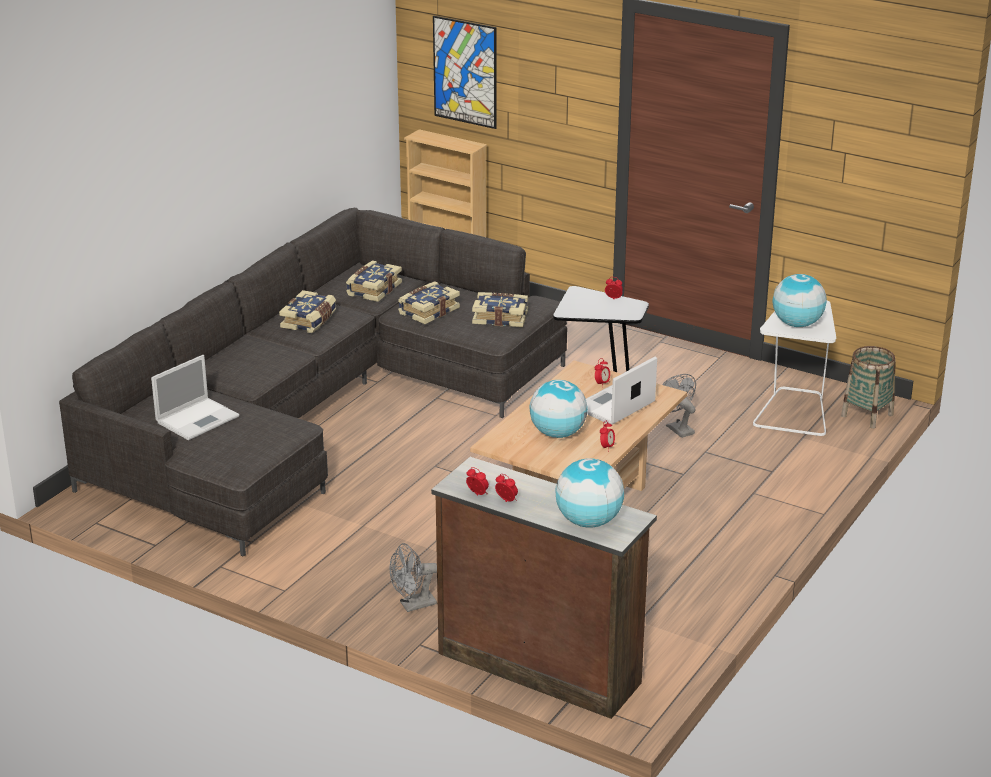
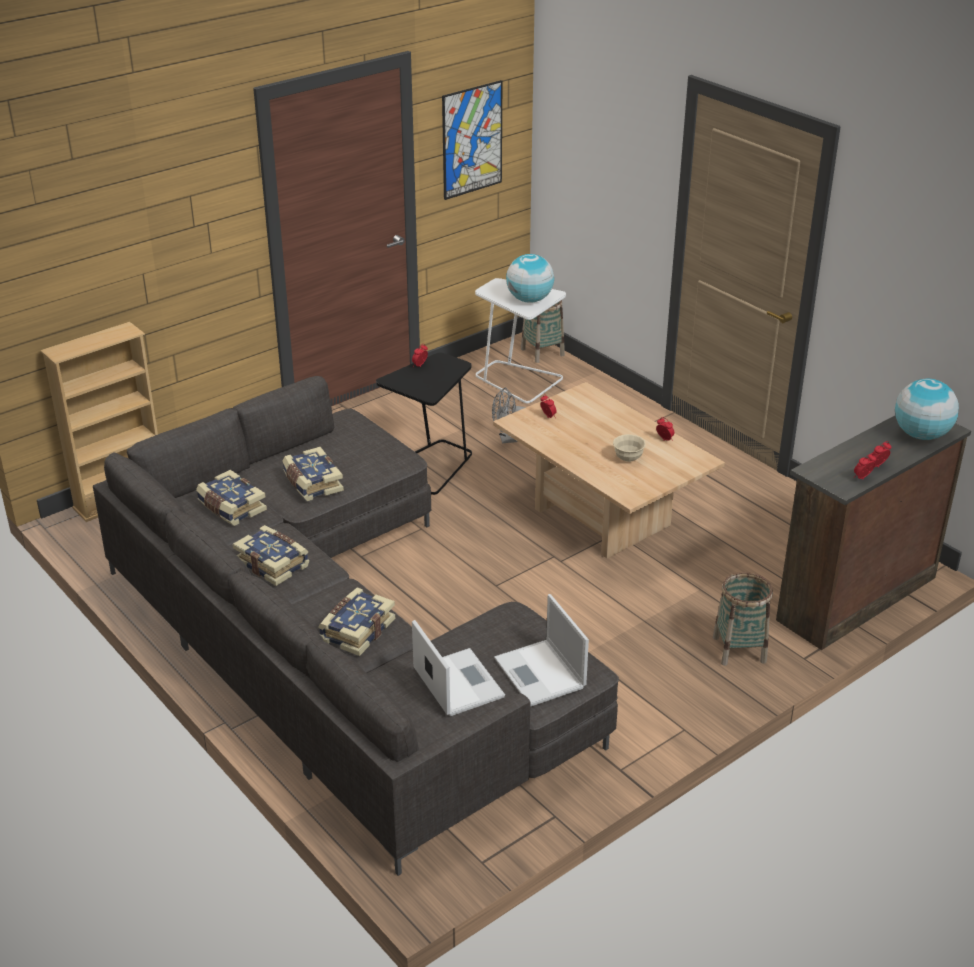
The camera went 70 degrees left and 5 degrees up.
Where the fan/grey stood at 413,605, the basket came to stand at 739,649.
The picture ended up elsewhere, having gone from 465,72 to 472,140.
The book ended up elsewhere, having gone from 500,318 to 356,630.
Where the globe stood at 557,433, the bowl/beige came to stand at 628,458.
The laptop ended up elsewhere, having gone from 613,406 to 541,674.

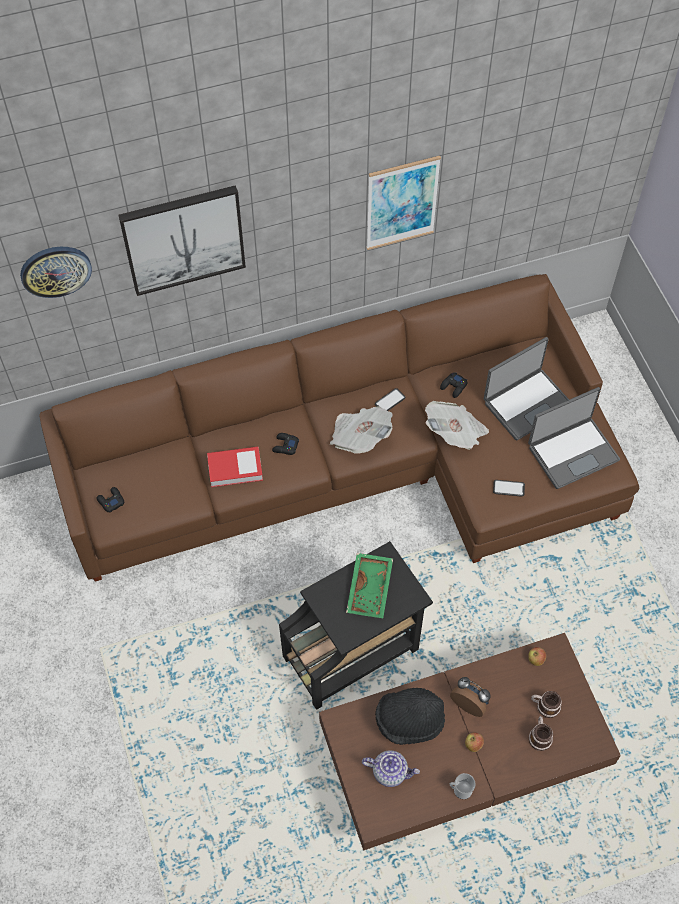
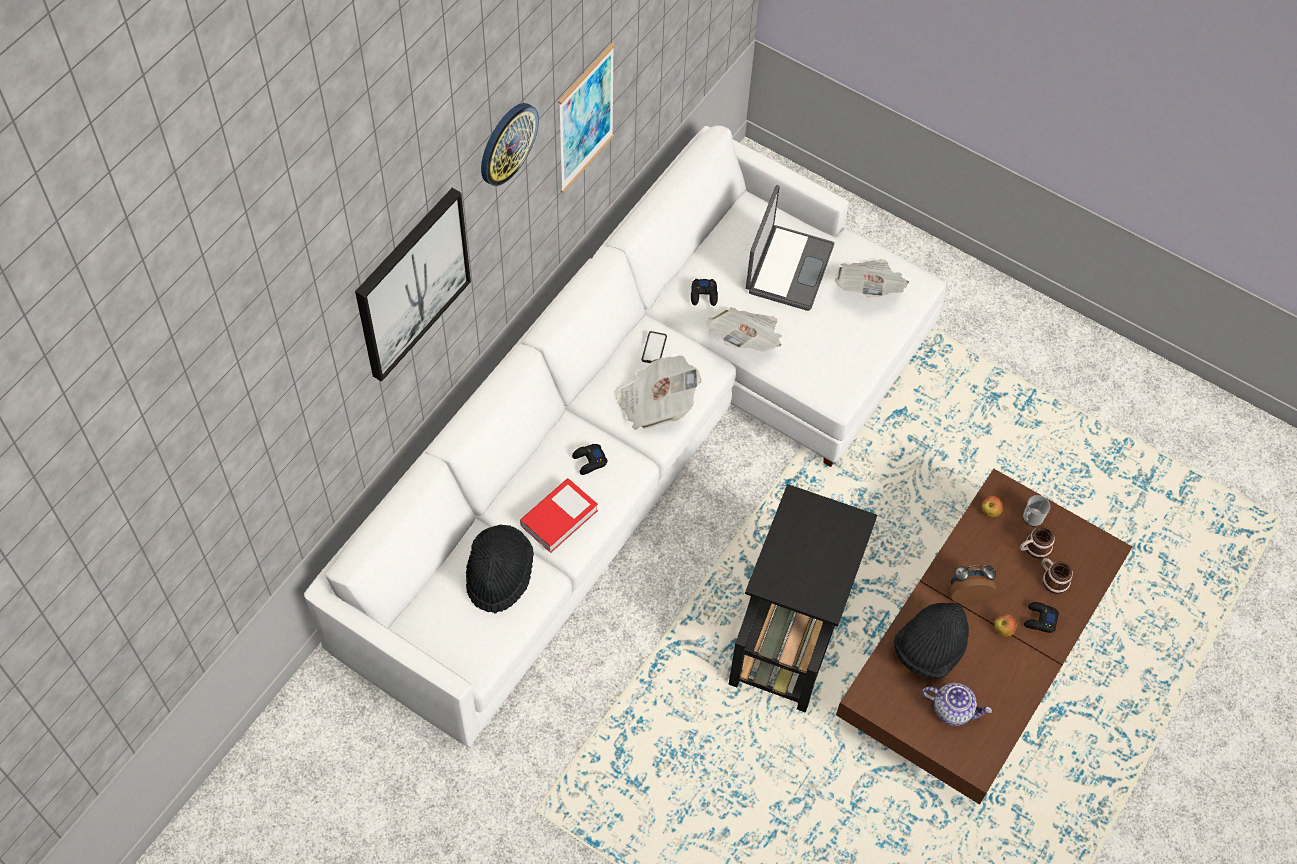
The camera went 40 degrees left and 0 degrees up.
The wall clock ended up elsewhere, having gone from 55,270 to 507,143.
What was the sofa/brown at 359,464 turned into the sofa/white at 638,442.
The game controller/black ended up elsewhere, having gone from 110,501 to 1040,620.
The second view lost the tray/green at 371,589.
The teapot at 390,772 ended up facing another way, 45 degrees clockwise from before.
The mug ended up elsewhere, having gone from 460,790 to 1031,519.
The second view lost the phone at 508,488.
Where the laptop stood at 572,452, the newspaper came to stand at 868,289.
The second view gained the hat/black at 499,575.

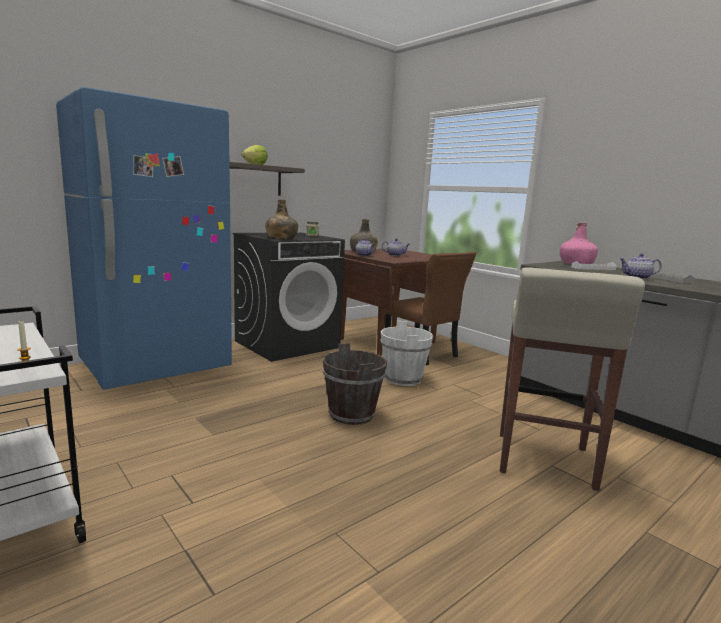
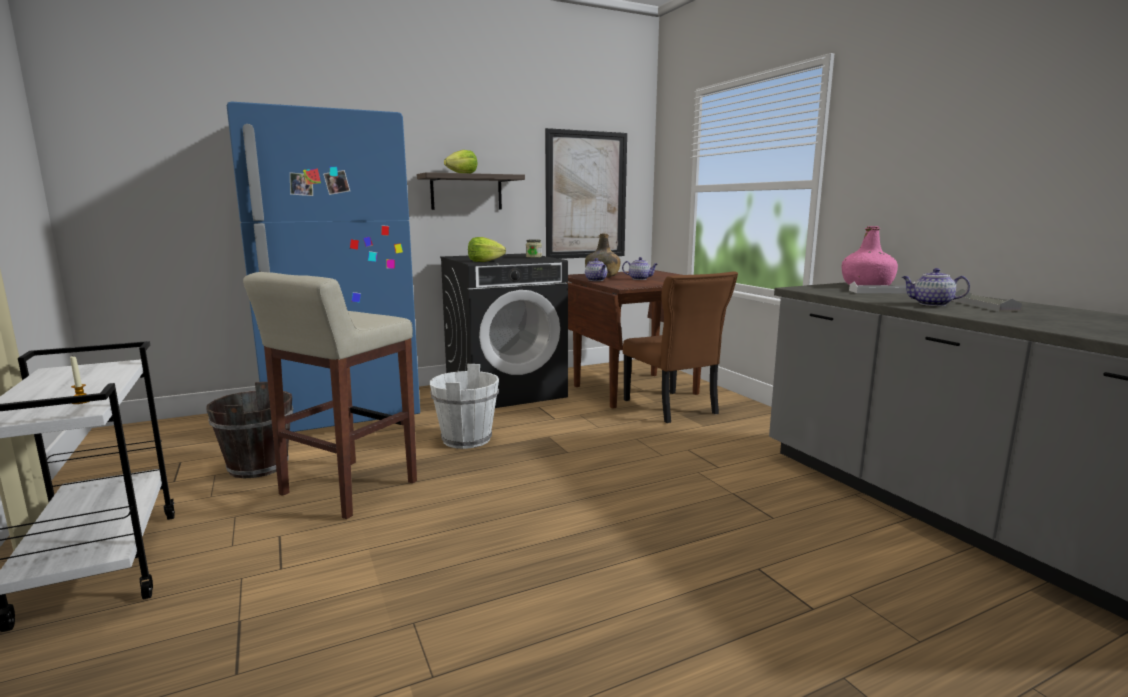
The camera went 15 degrees right and 0 degrees up.
Where the bottle/green stood at 281,238, the lettuce came to stand at 484,261.
The bucket/brown ended up elsewhere, having gone from 352,414 to 259,467.
The bucket/white ended up elsewhere, having gone from 403,379 to 467,439.
The stool/beige ended up elsewhere, having gone from 544,461 to 347,489.
The second view gained the picture at 586,195.

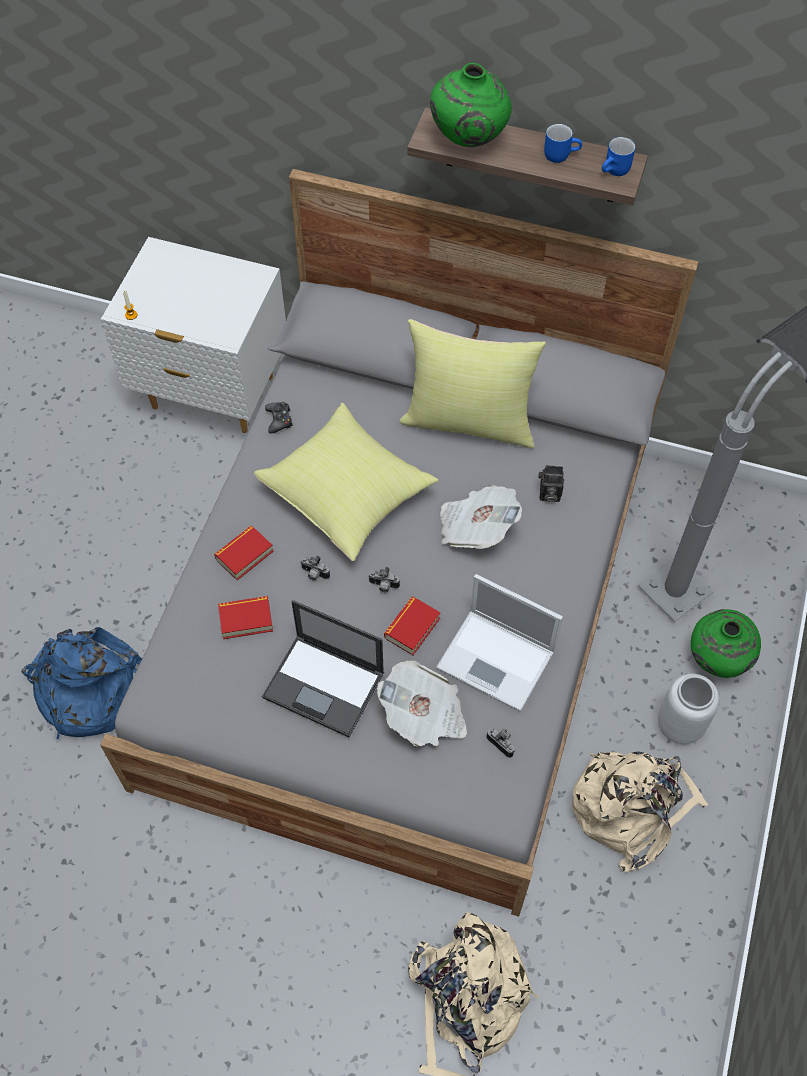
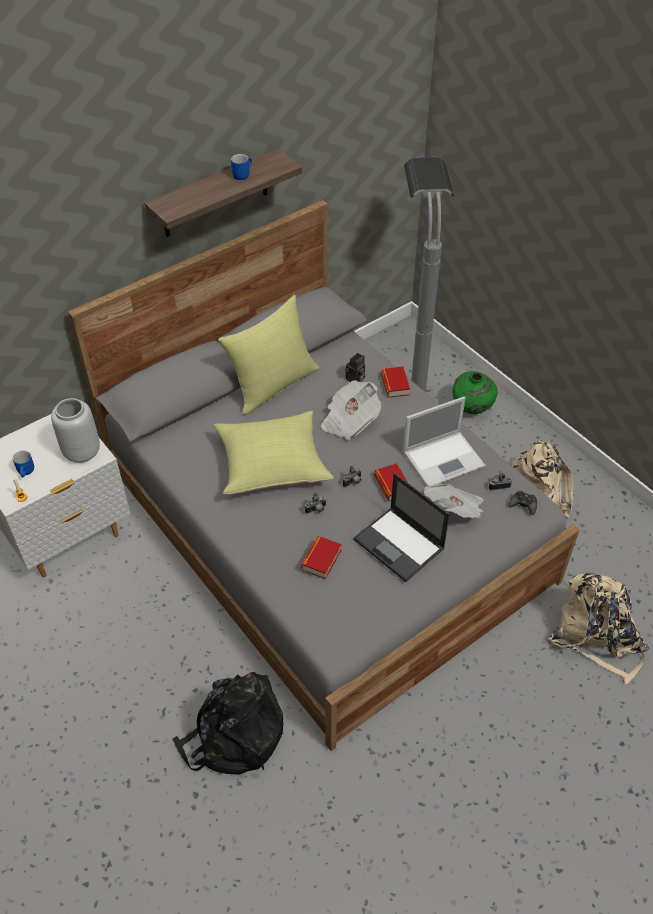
The camera went 55 degrees left and 10 degrees down.
What was the backpack/blue at 86,690 turned into the backpack/black at 234,737.
The book ended up elsewhere, having gone from 244,555 to 395,385.
The laptop at 325,685 ended up facing another way, 75 degrees clockwise from before.
The game controller/black ended up elsewhere, having gone from 279,420 to 523,505.
The second view lost the vase/green at 468,140.
The mug/blue ended up elsewhere, having gone from 616,171 to 27,472.
The vase/grey ended up elsewhere, having gone from 679,724 to 81,452.

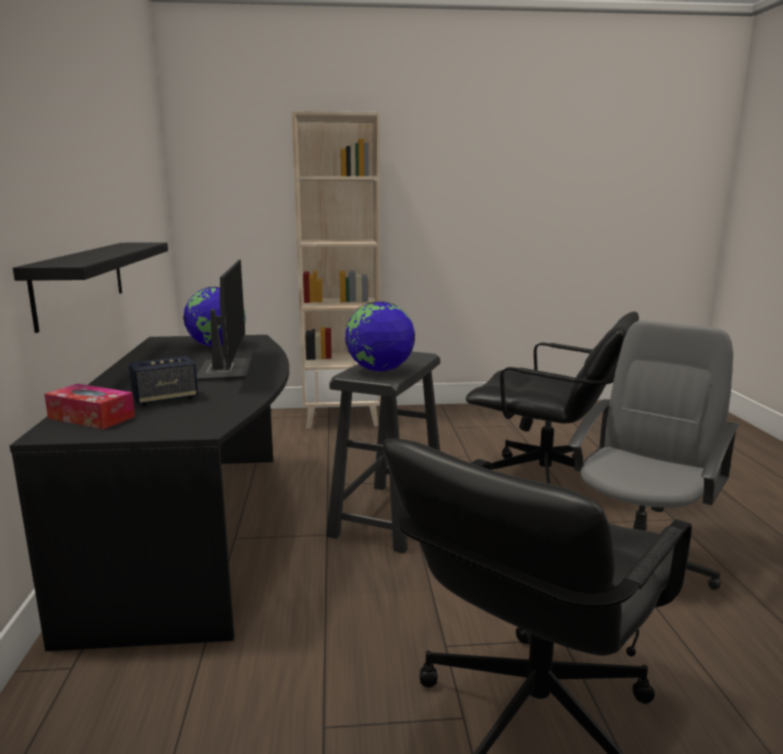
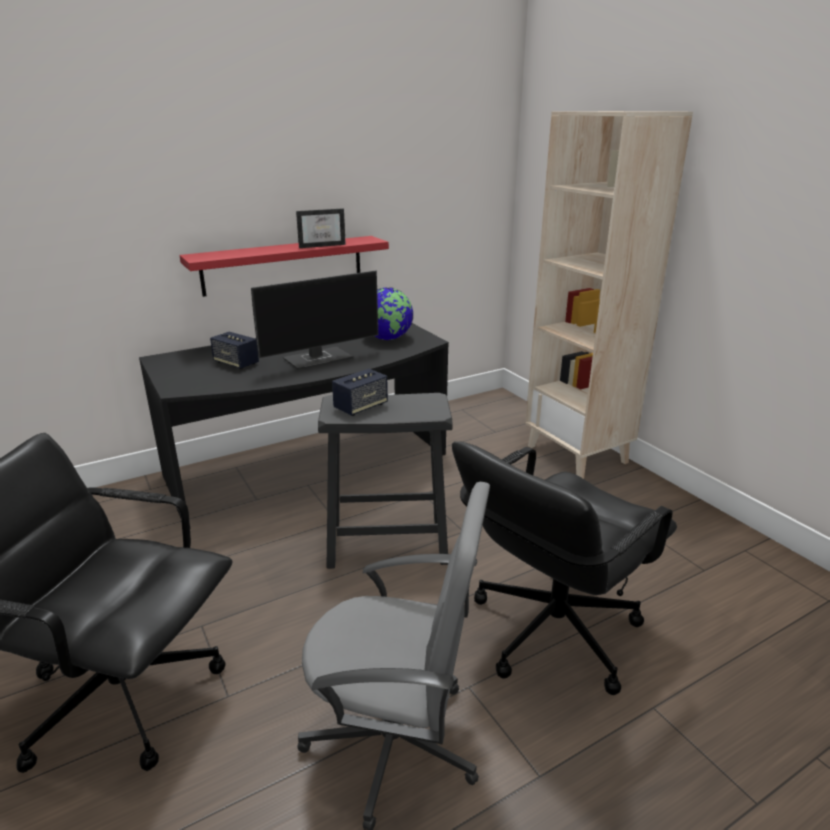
The camera went 65 degrees right and 10 degrees up.
What was the shelf/black at 81,281 turned into the shelf/red at 284,265.
The second view lost the tissue box at 91,417.
Where the globe stood at 379,370, the speaker came to stand at 361,407.
The office chair/black at 546,481 ended up facing another way, 45 degrees clockwise from before.
The second view gained the picture frame at 322,245.

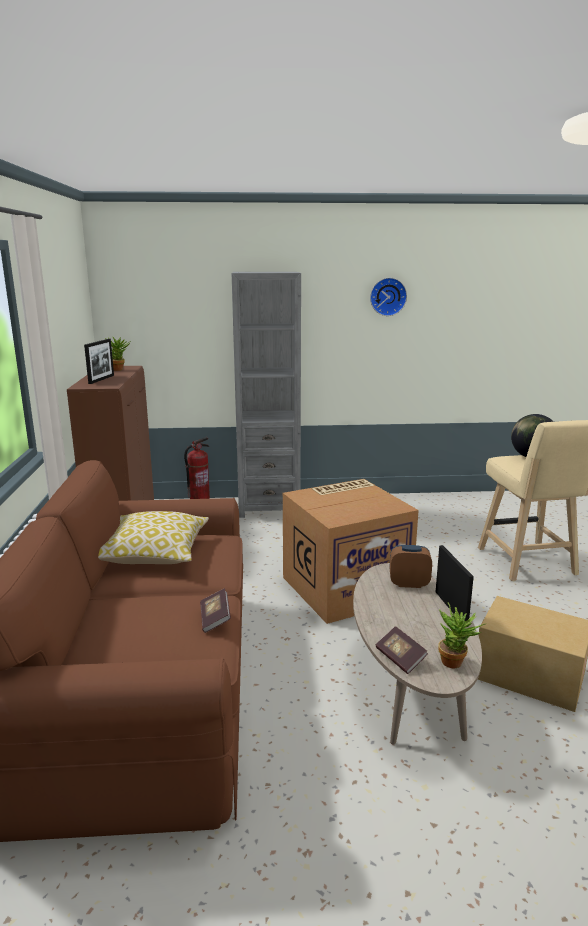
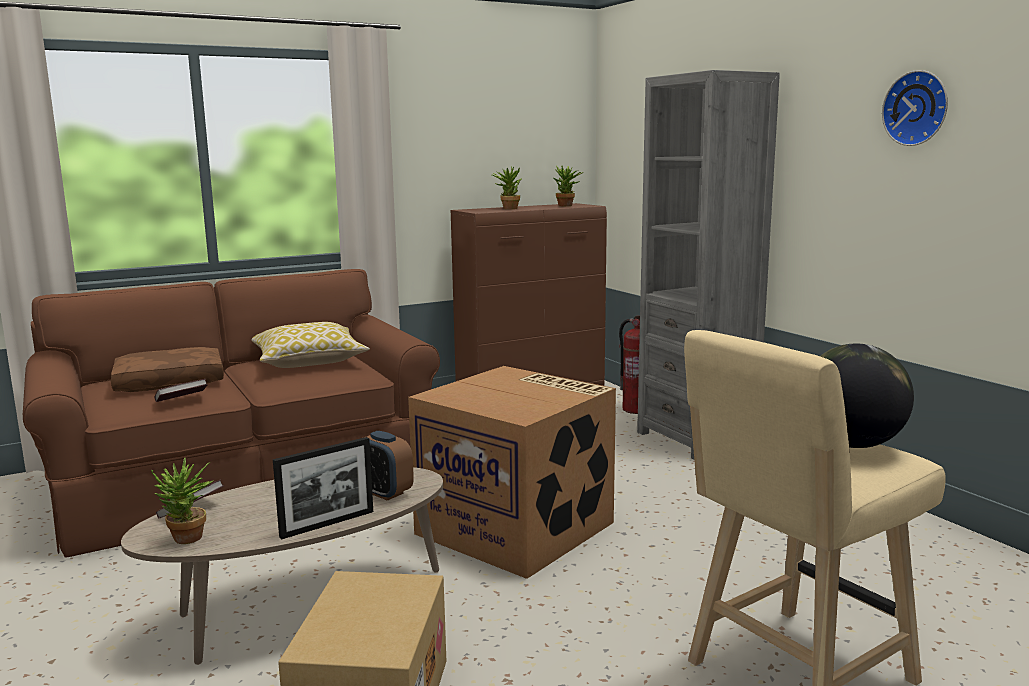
The camera went 65 degrees right and 5 degrees down.
Where the picture frame stood at 101,379, the potted plant came to stand at 507,208.
The alarm clock at 409,583 ended up facing another way, 150 degrees clockwise from before.
The second view gained the pillow/brown at 171,382.

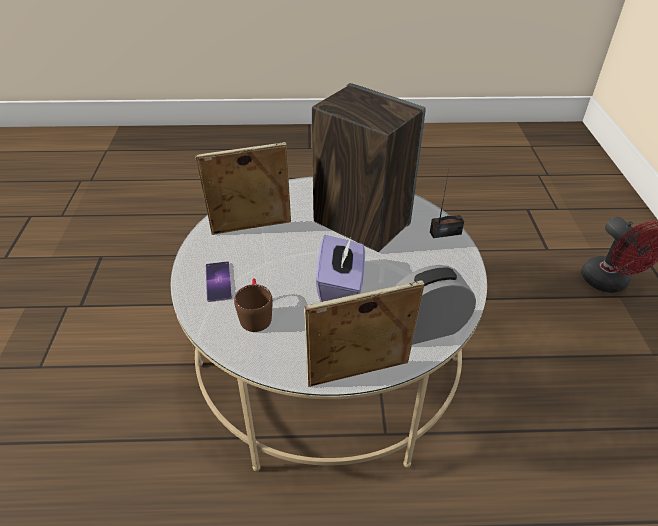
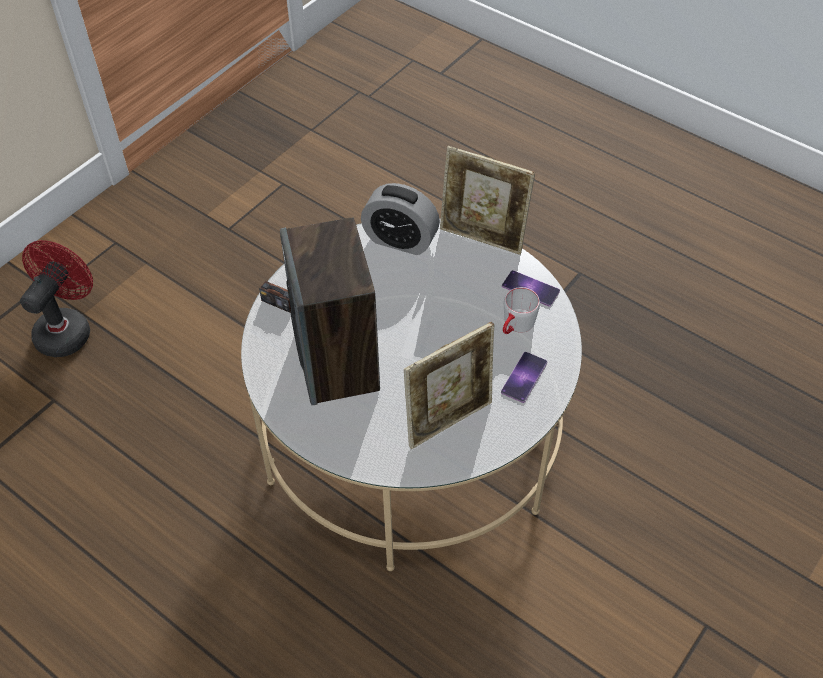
The camera went 140 degrees left and 10 degrees up.
The picture frame at 251,230 ended up facing another way, 60 degrees counterclockwise from before.
What was the mug/brown at 255,314 turned into the mug/grey at 516,326.
The second view lost the tissue box/purple at 340,285.
The second view gained the phone at 530,288.

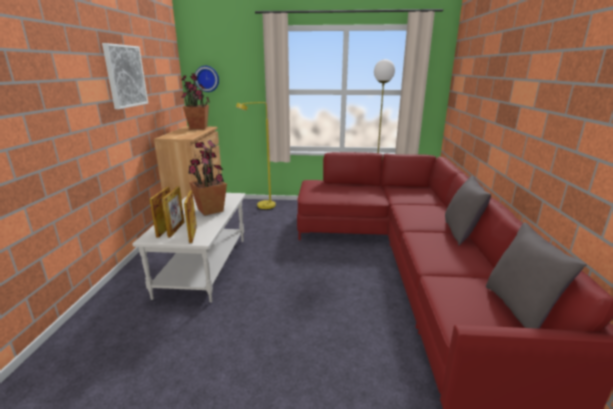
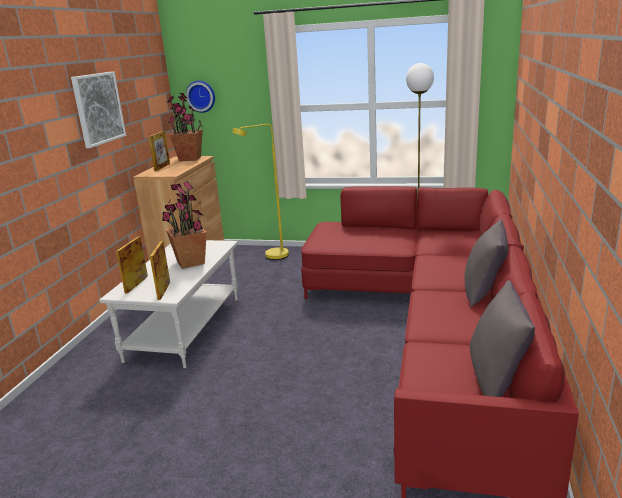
The camera went 10 degrees right and 0 degrees up.
The picture frame ended up elsewhere, having gone from 176,229 to 162,167.

